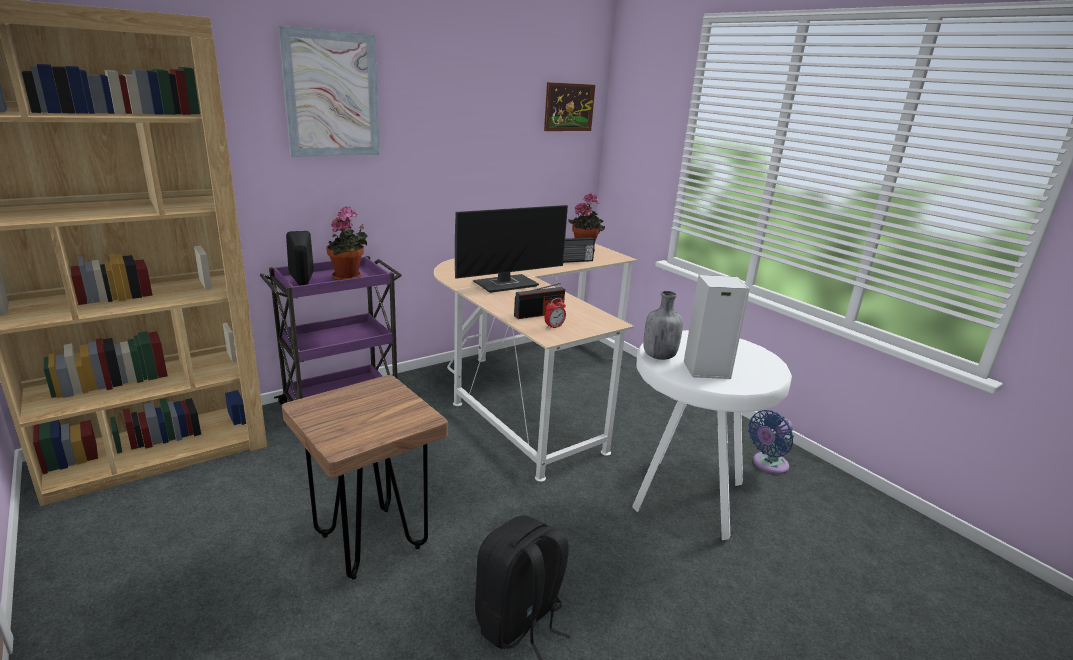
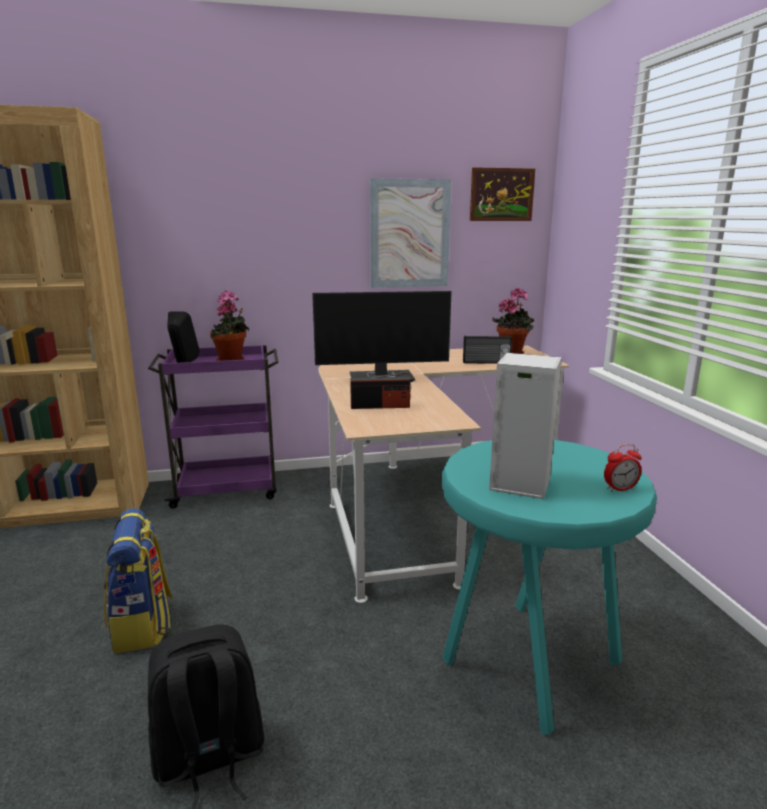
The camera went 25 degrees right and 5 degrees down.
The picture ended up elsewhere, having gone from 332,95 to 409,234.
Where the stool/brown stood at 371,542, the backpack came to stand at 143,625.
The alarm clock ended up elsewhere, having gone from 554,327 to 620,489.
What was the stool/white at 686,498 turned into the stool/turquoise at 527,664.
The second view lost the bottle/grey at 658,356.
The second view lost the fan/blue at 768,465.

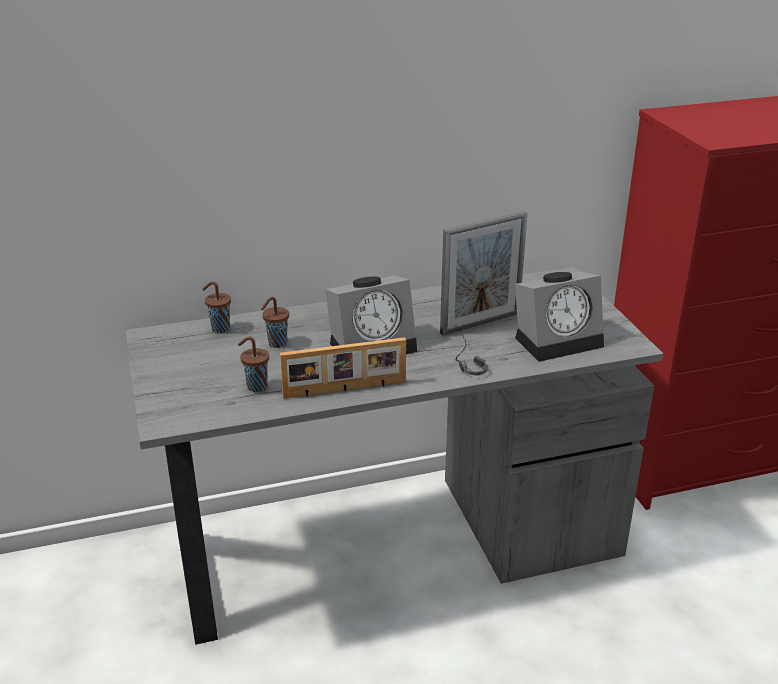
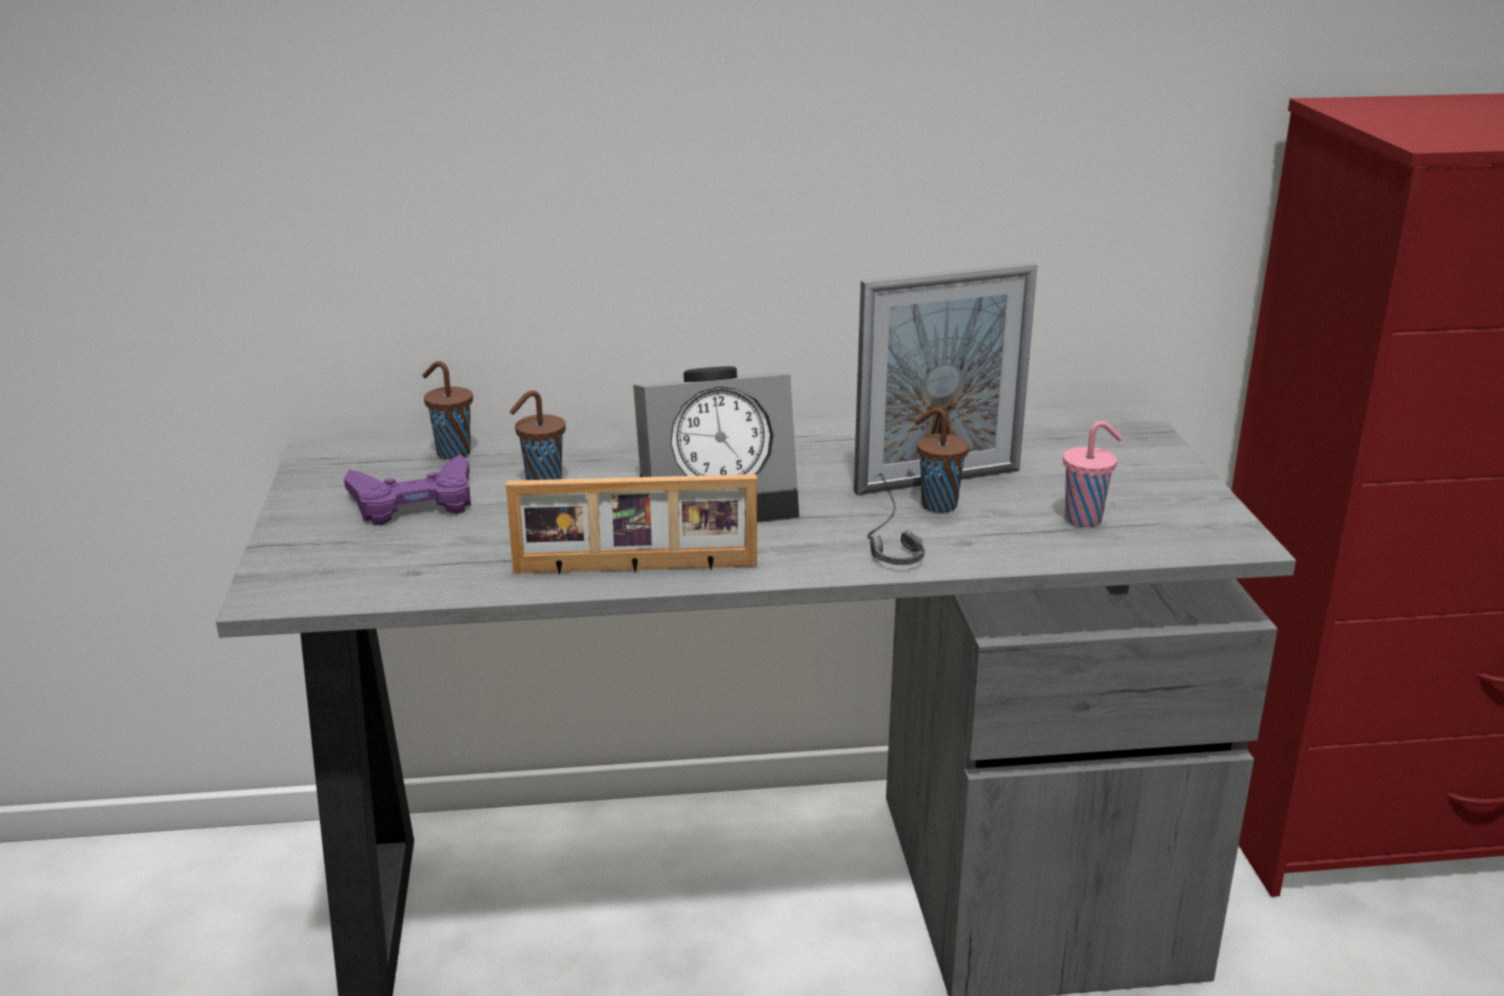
The camera went 10 degrees right and 5 degrees down.
The cup/brown ended up elsewhere, having gone from 256,387 to 936,505.
Where the alarm clock stood at 559,339, the cup/pink came to stand at 1085,519.
The second view gained the game controller/purple at 413,502.

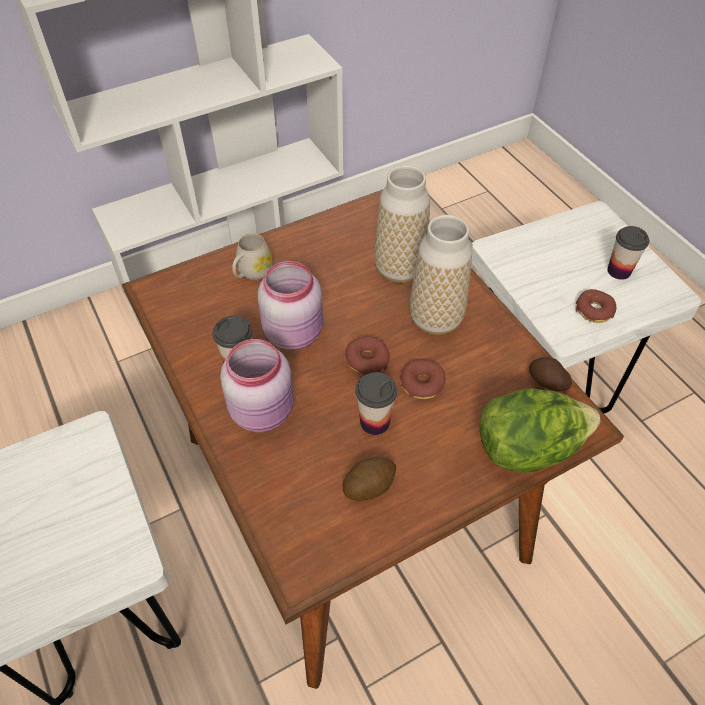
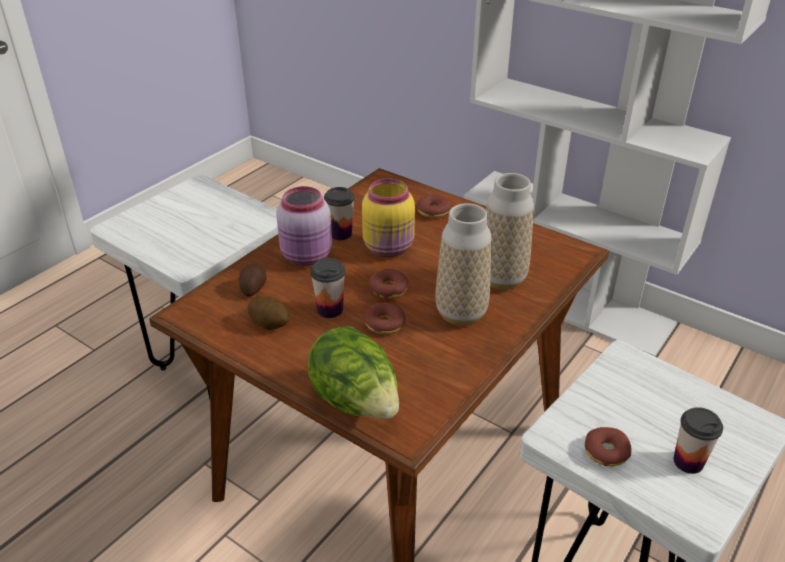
The camera went 65 degrees right and 15 degrees down.
Where the mug/white stood at 252,272, the donut came to stand at 433,211.
What was the jar/pink at 295,332 turned into the jar/yellow at 390,248.
The potato ended up elsewhere, having gone from 547,382 to 253,288.

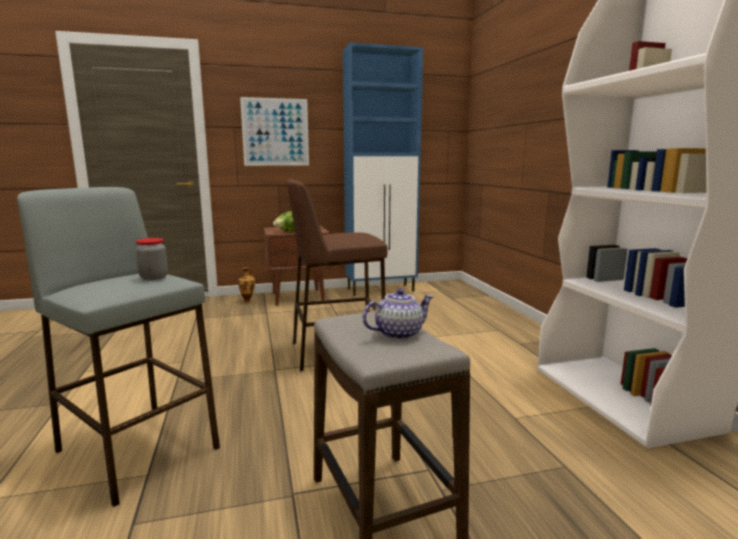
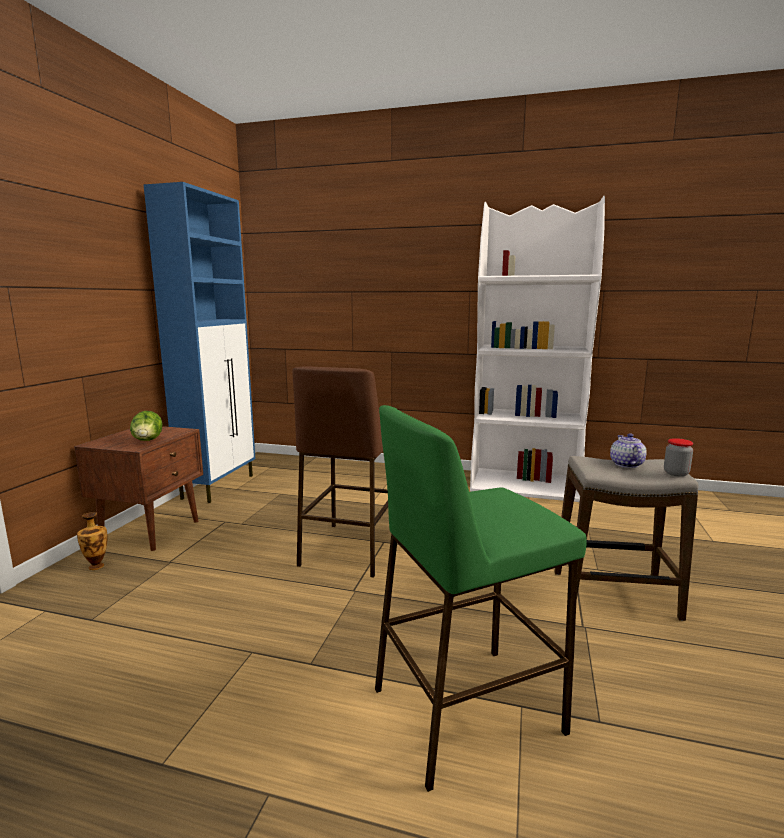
The camera went 60 degrees left and 0 degrees up.
What was the stool/grey at 137,449 turned into the stool/green at 465,710.
The jar ended up elsewhere, having gone from 154,277 to 676,473.
The second view lost the picture at 275,132.

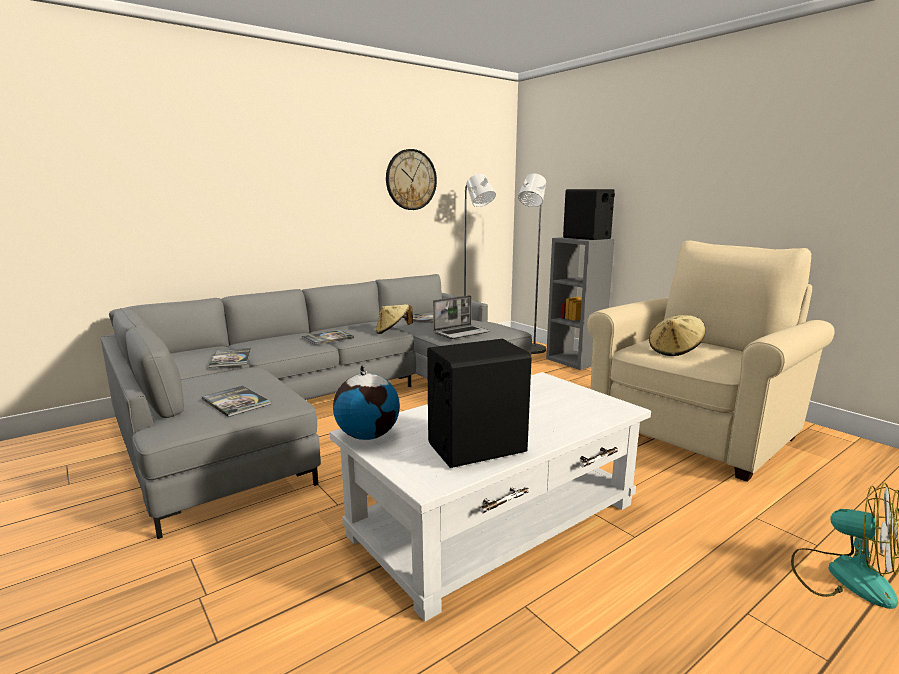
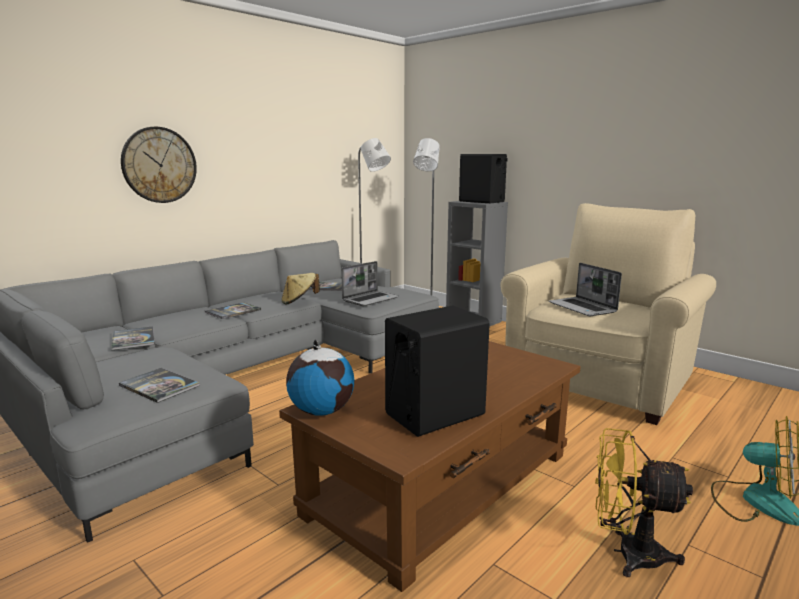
The camera went 10 degrees left and 0 degrees up.
What was the coffee table/white at 496,519 turned into the coffee table/brown at 443,483.
The wall clock ended up elsewhere, having gone from 411,180 to 159,165.
Where the hat/beige stood at 675,351, the laptop came to stand at 583,308.
The second view gained the fan/yellow at 627,553.

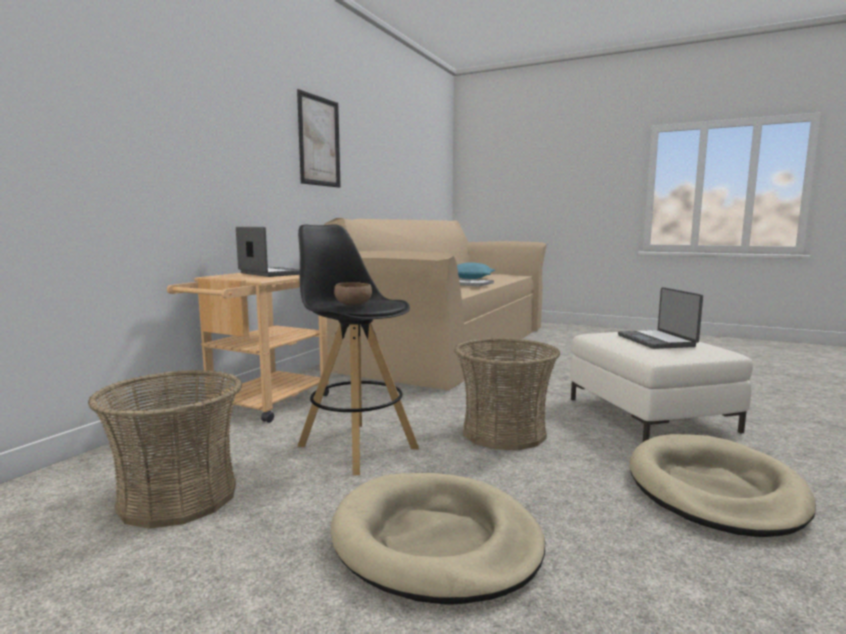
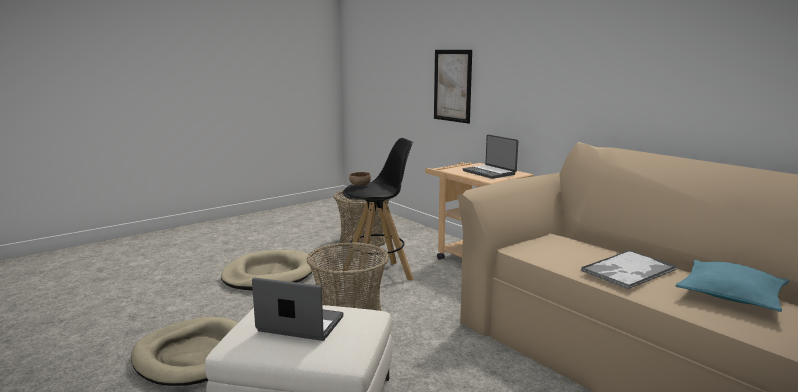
The camera went 115 degrees right and 5 degrees up.
The laptop at 271,273 ended up facing another way, 75 degrees clockwise from before.
The picture ended up elsewhere, having gone from 319,141 to 452,85.

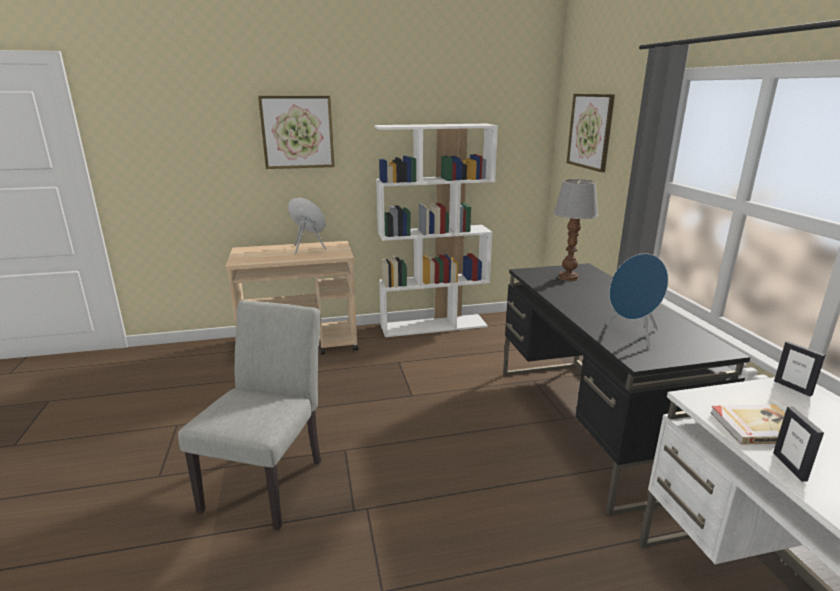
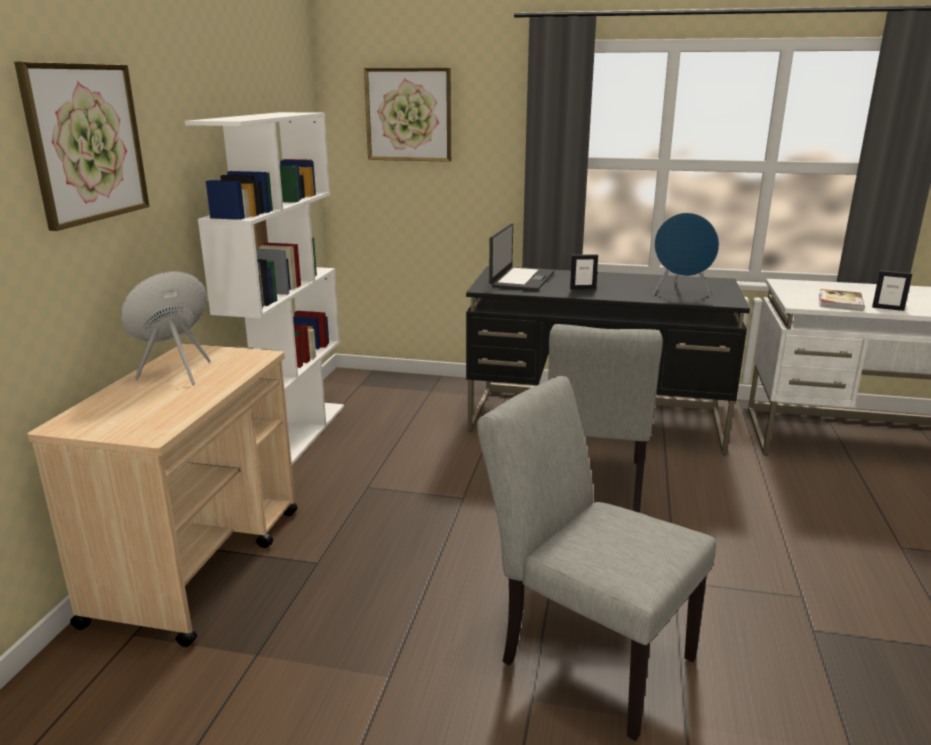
The camera went 65 degrees left and 0 degrees up.
Where the table lamp stood at 569,277, the laptop came to stand at 521,279.
The picture frame ended up elsewhere, having gone from 792,388 to 583,288.
The second view gained the chair/grey at 593,486.

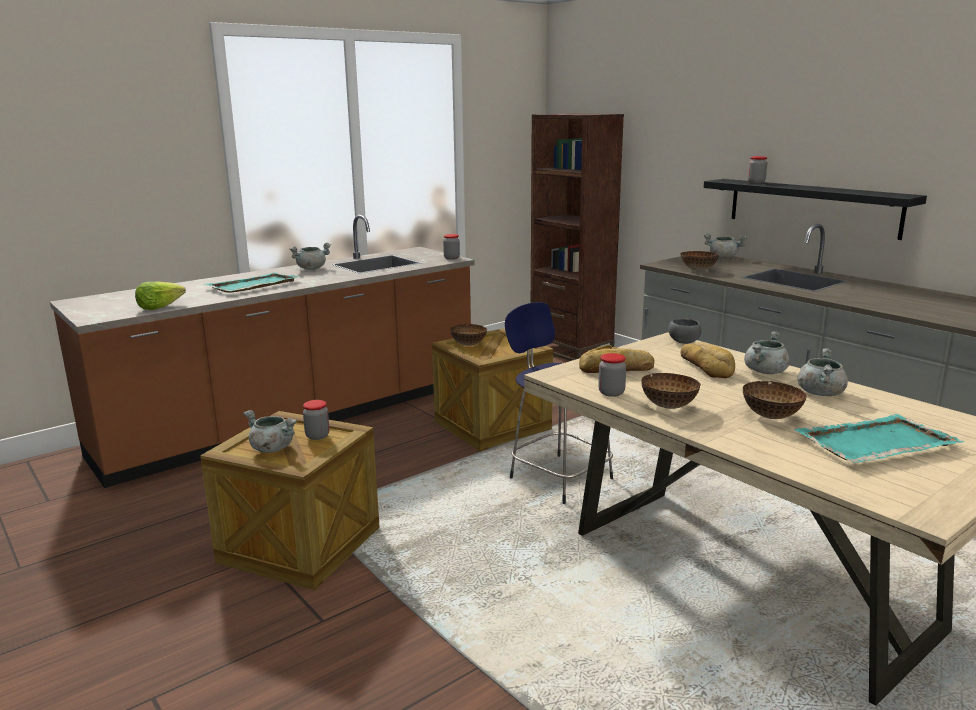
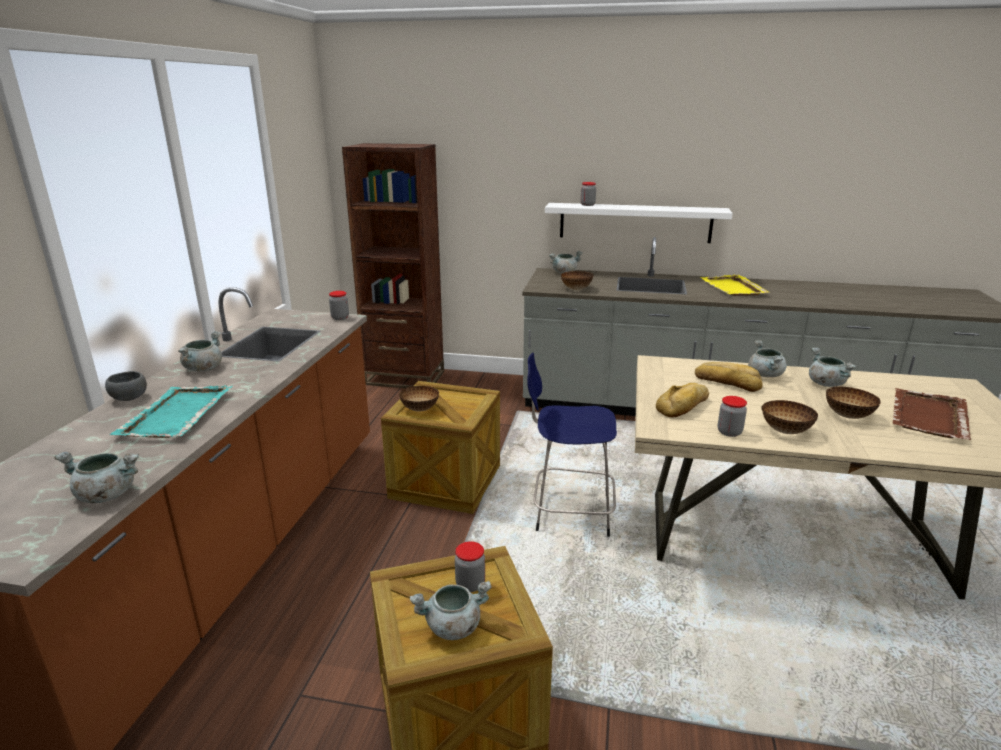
The camera went 40 degrees left and 5 degrees up.
Where the lettuce stood at 160,307, the cooking pot/grey came to stand at 106,495.
The bowl/grey ended up elsewhere, having gone from 683,342 to 129,399.
What was the shelf/black at 812,207 turned into the shelf/white at 635,222.
What was the tray/turquoise at 874,443 turned into the tray/brown at 928,417.
The second view gained the tray/yellow at 733,288.

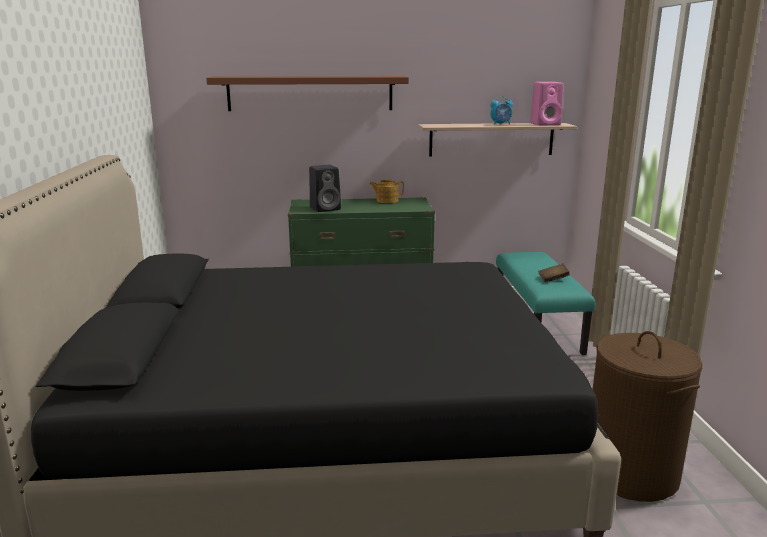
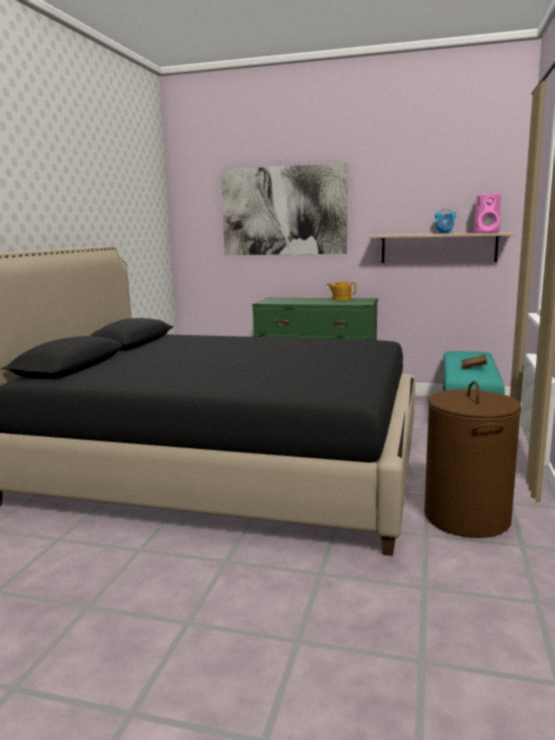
The camera went 20 degrees right and 5 degrees down.
Where the shelf/brown hung at 310,93, the picture came to hang at 284,211.
The second view lost the speaker/black at 326,208.

